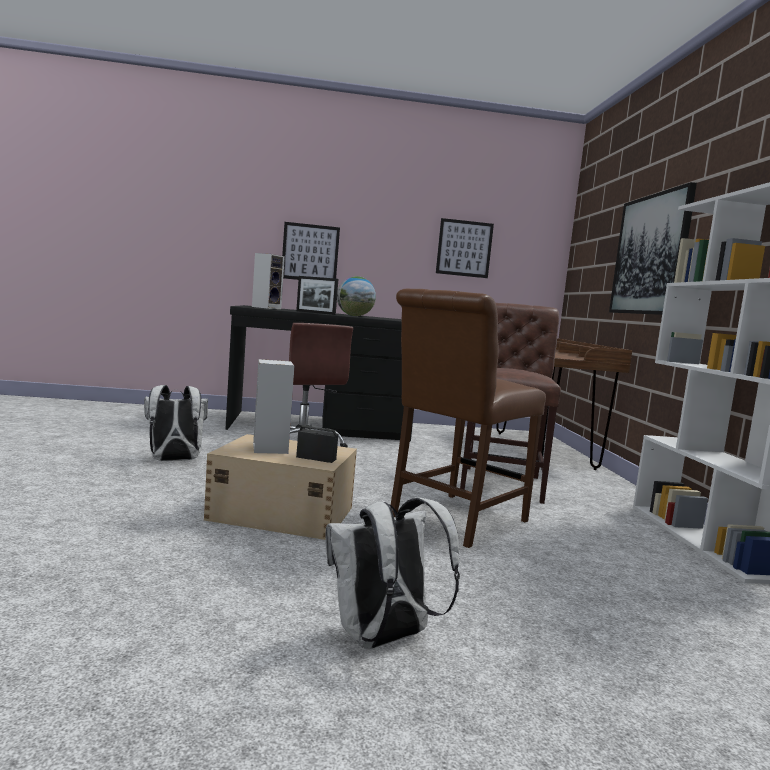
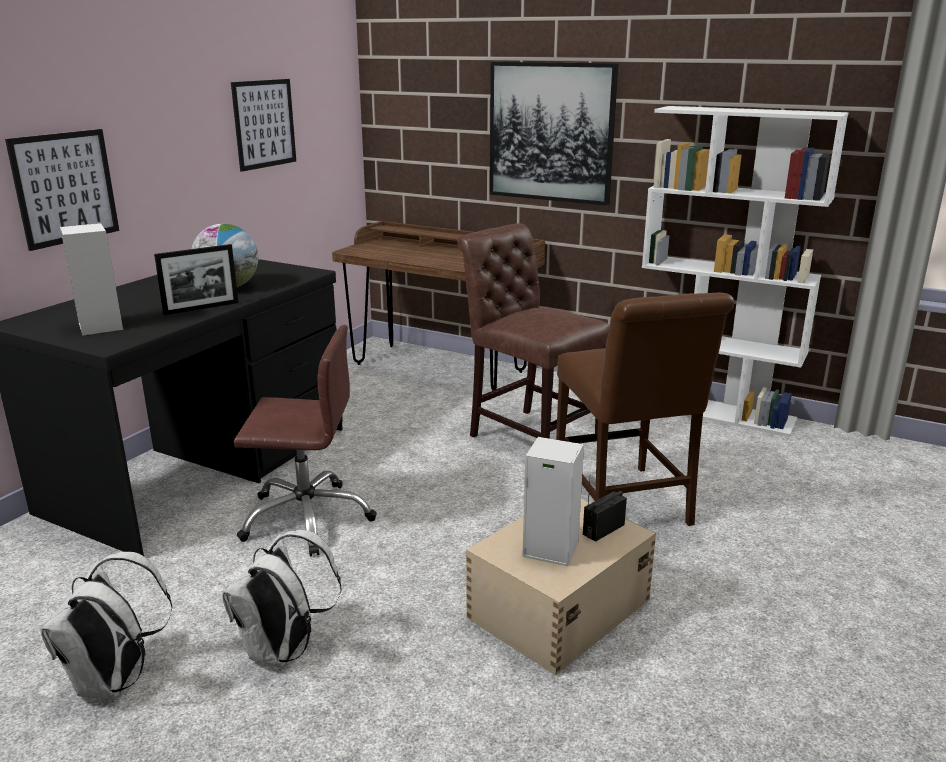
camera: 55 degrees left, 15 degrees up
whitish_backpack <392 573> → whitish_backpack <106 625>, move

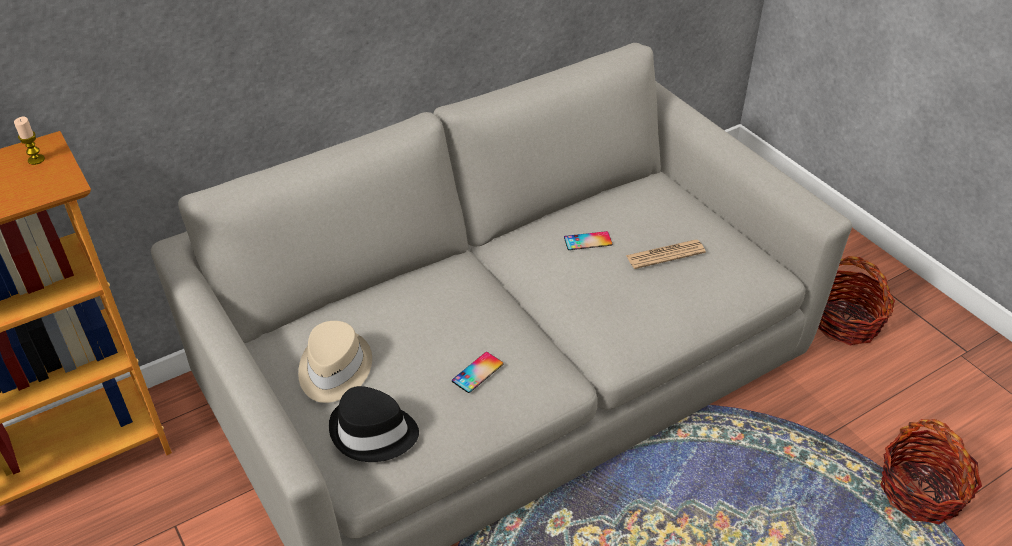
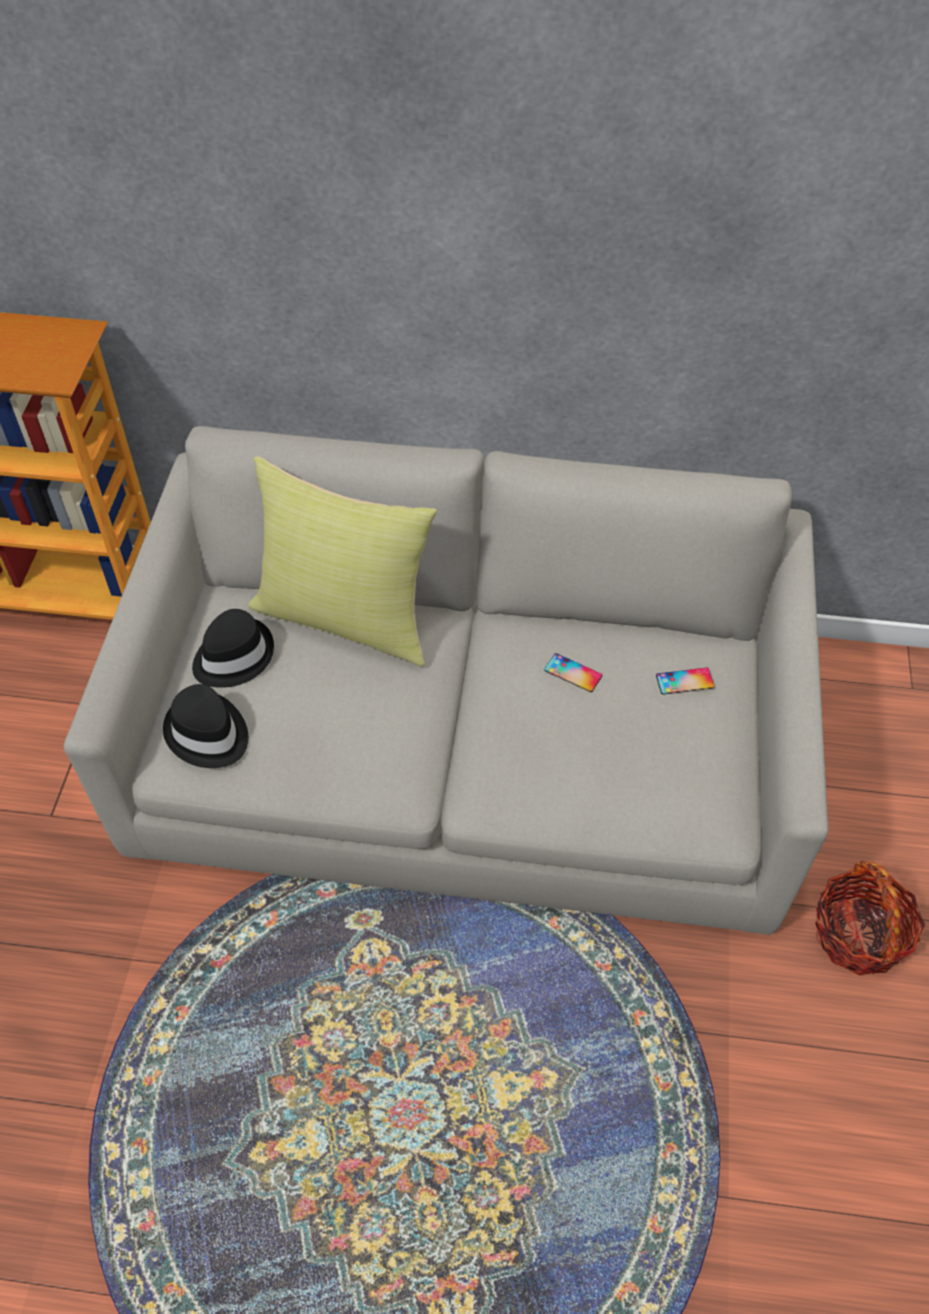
camera: 40 degrees right, 10 degrees up
wax_candle <29 141> → -
beige_hat <335 362> → blackish_hat <233 648>
phone <477 372> → phone <685 681>, move
newspaper <666 254> → -
storage_basket <931 471> → -
- → yellowish_pillow <342 561>

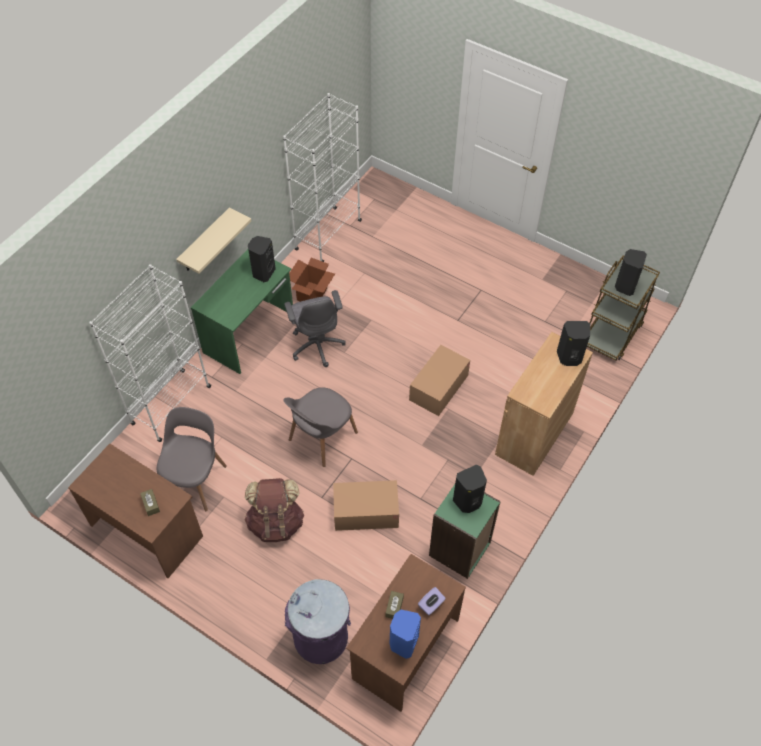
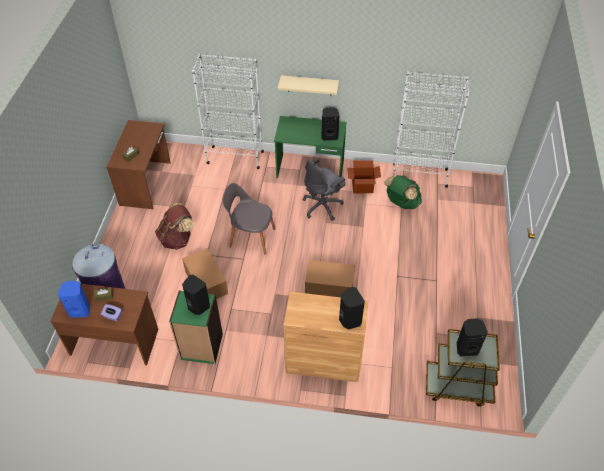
camera: 65 degrees right, 5 degrees down
grey_chair <192 459> → -
- → green-coloured_backpack <403 192>

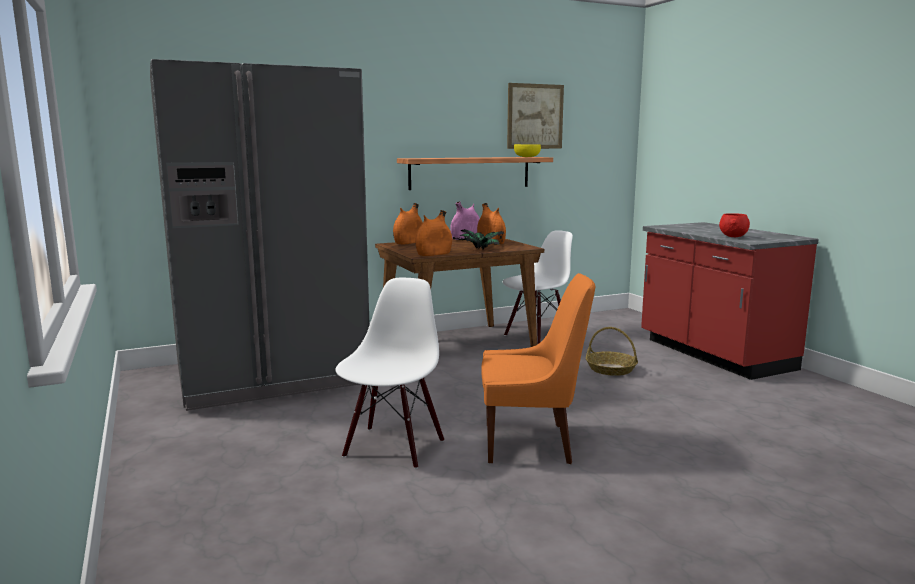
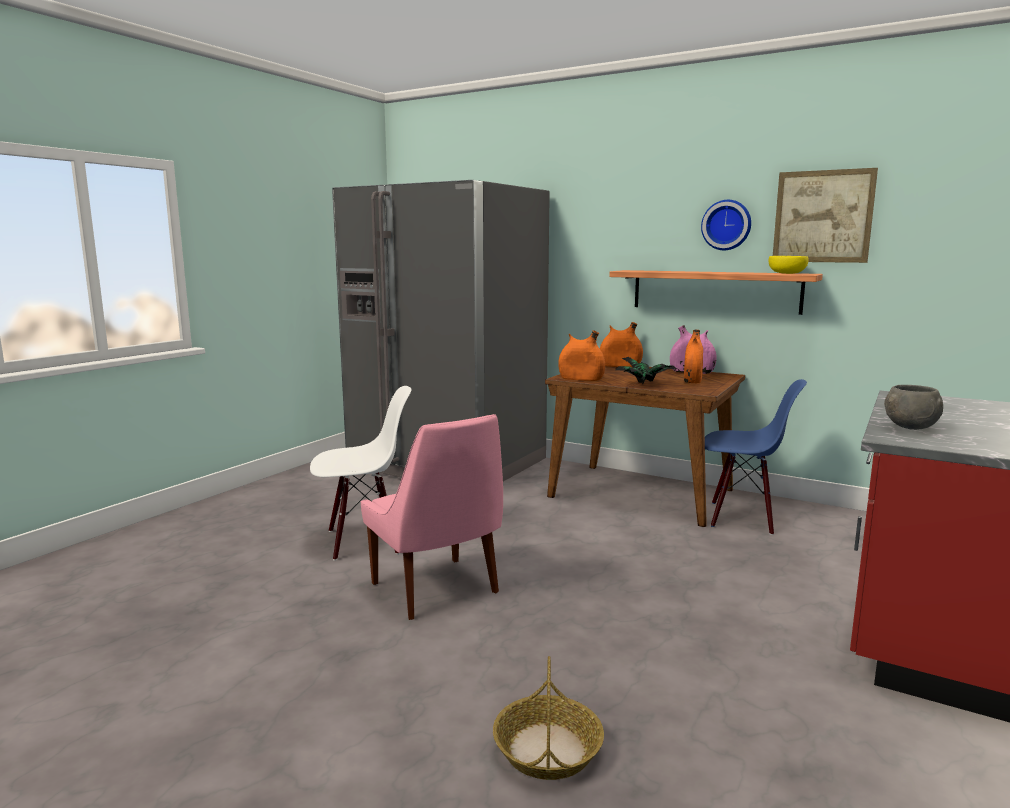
camera: 55 degrees right, 0 degrees up
orange-coloured_chair <538 368> → pink_chair <432 517>
whitish_chair <538 287> → bluish_chair <756 457>
storage_basket <612 351> → storage_basket <548 718>, move
red_bowl <734 225> → grey_bowl <913 407>
- → wall_clock <726 225>

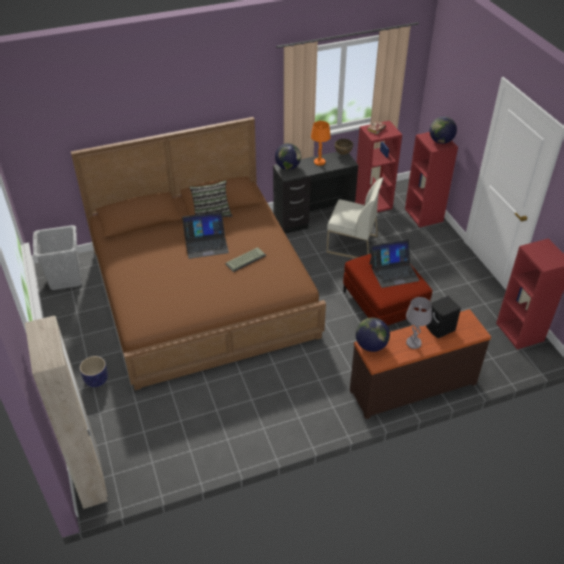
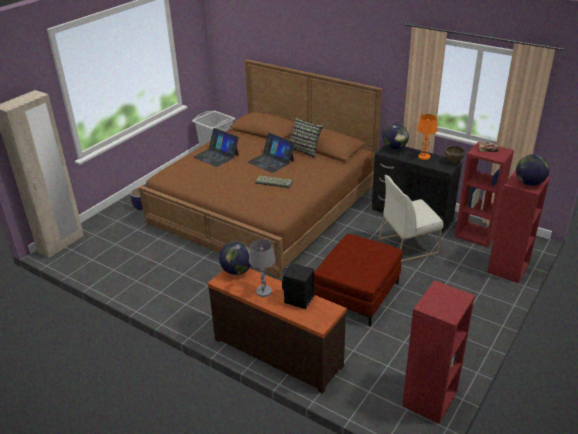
camera: 55 degrees right, 10 degrees down
whitish_chair <354 218> → whitish_chair <411 218>, 90 degrees clockwise
laptop <395 263> → laptop <216 147>, move

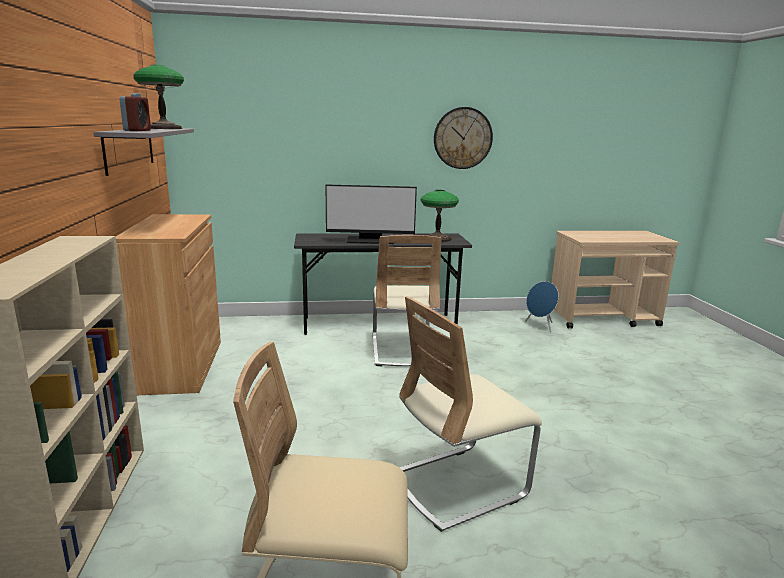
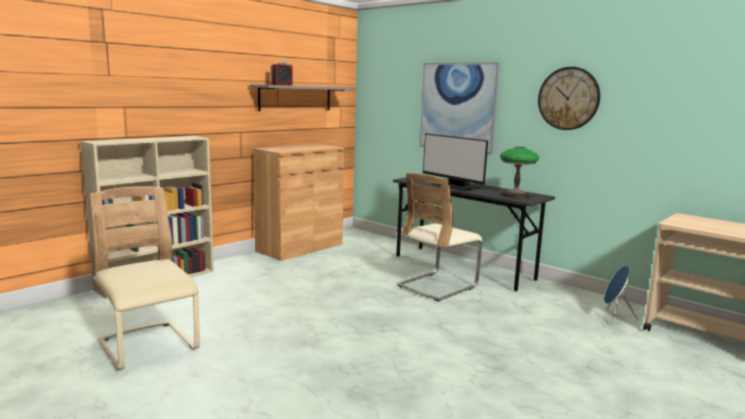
camera: 50 degrees right, 5 degrees down
lamp_for_a_table <158 97> → -
beige_chair <470 414> → -
- → picture <460 108>

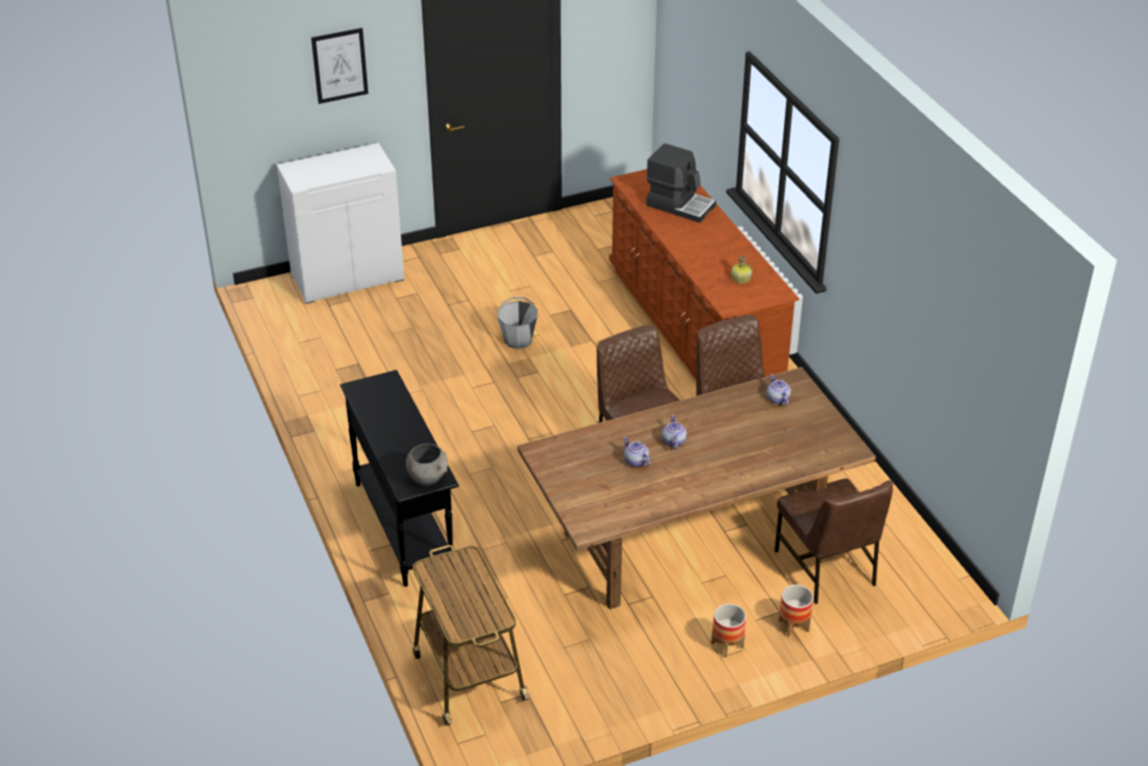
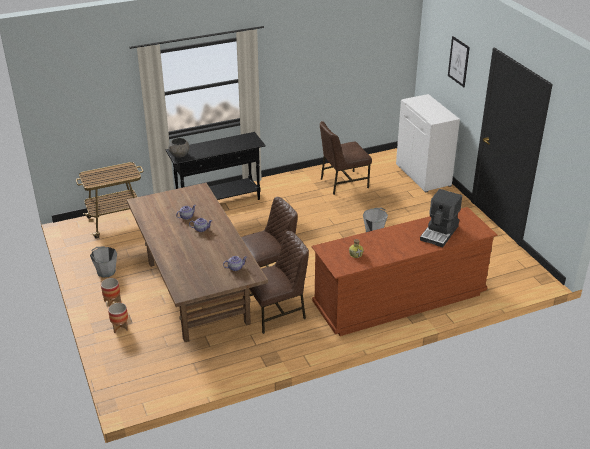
camera: 90 degrees right, 5 degrees down
brown_chair <833 541> → brown_chair <346 158>, move
- → grey_bucket <103 262>

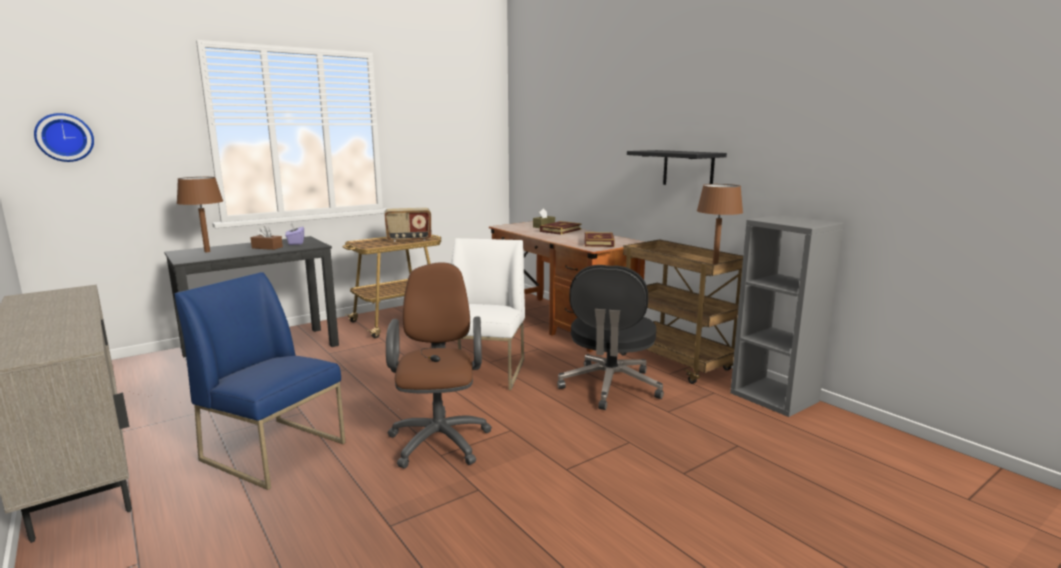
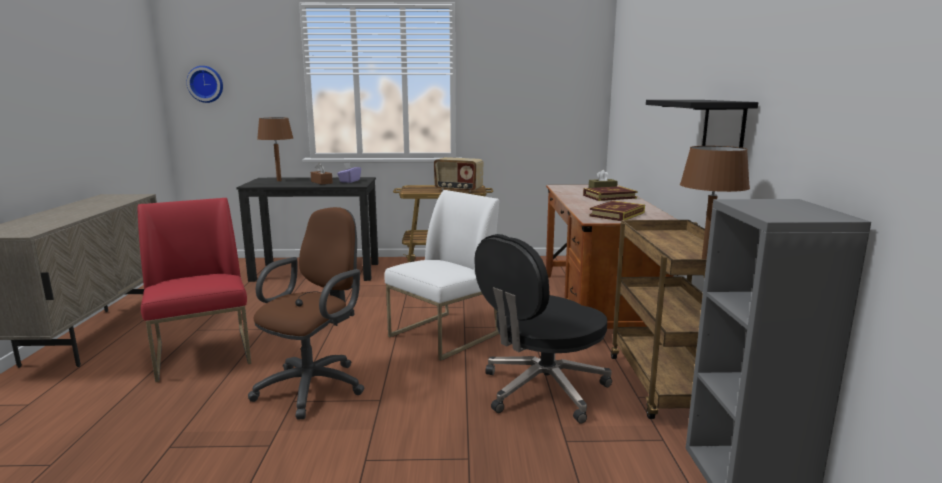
camera: 35 degrees right, 0 degrees up
bluish_chair <259 381> → red_chair <194 290>

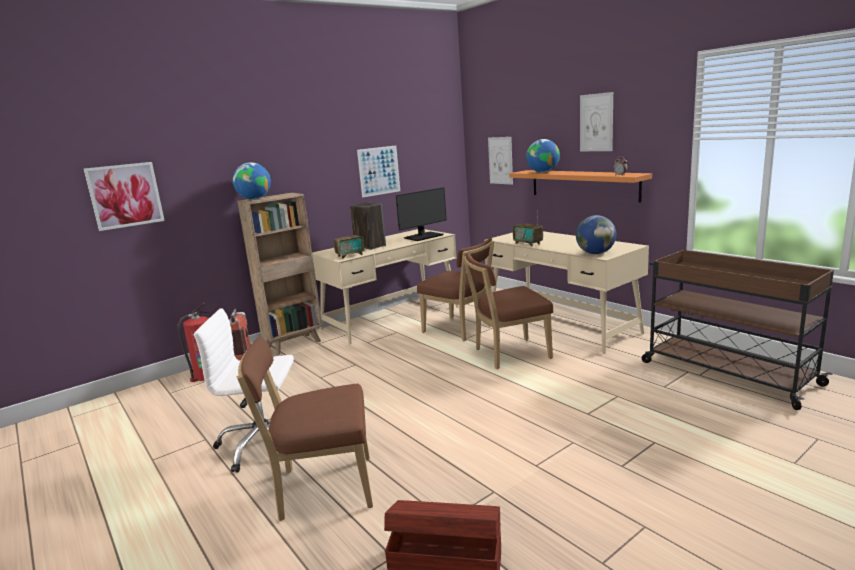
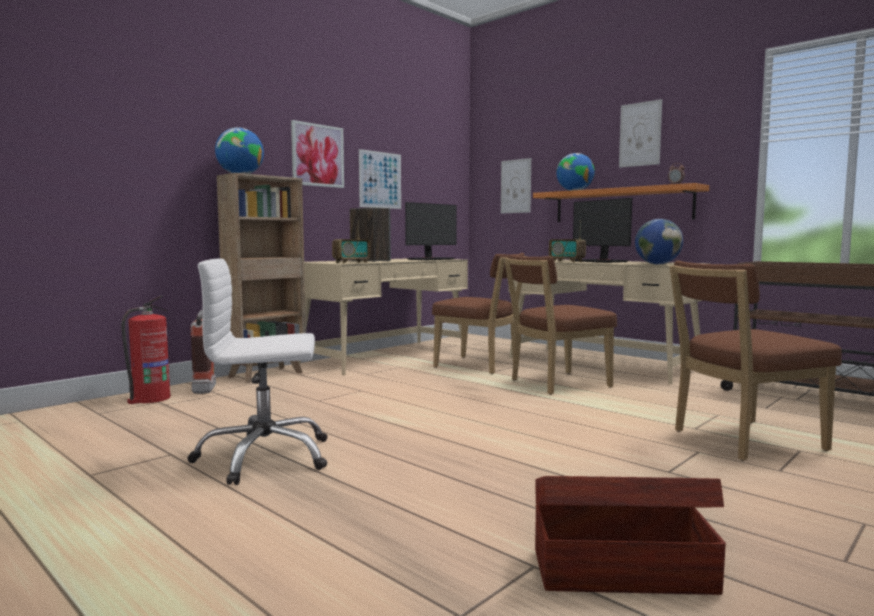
camera: 10 degrees left, 10 degrees down
picture <124 196> → picture <317 154>, move
brown_chair <305 428> → brown_chair <755 360>, move
- → monitor <602 230>

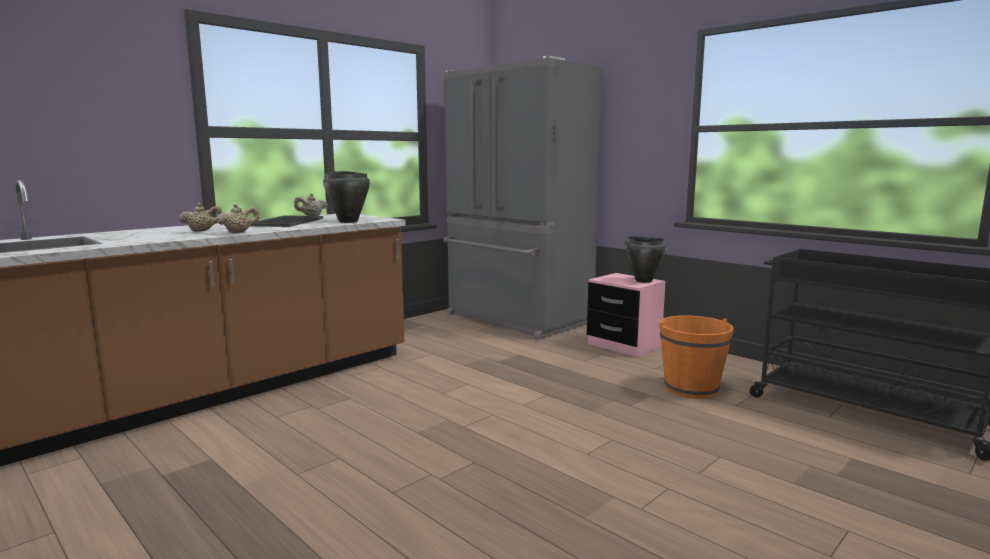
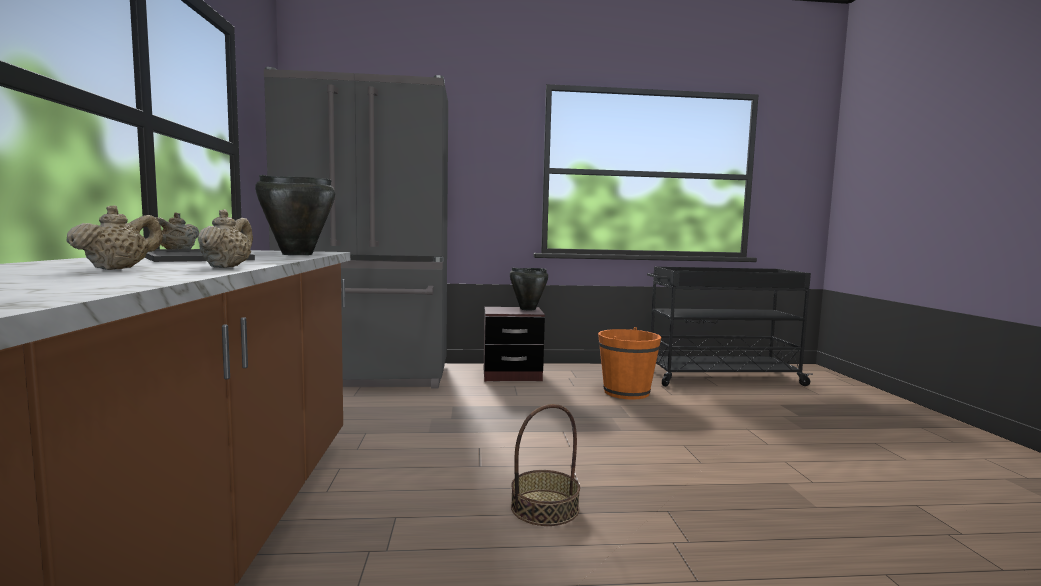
camera: 50 degrees left, 5 degrees down
pink_night_table <626 315> → brown_night_table <514 344>
- → storage_basket <545 465>

